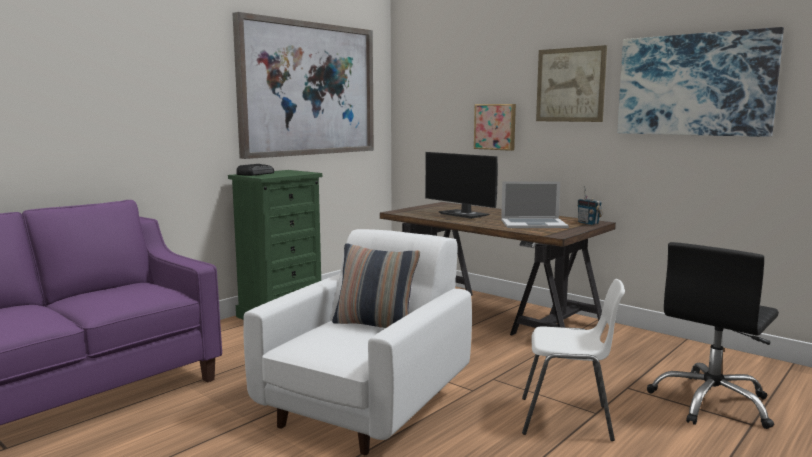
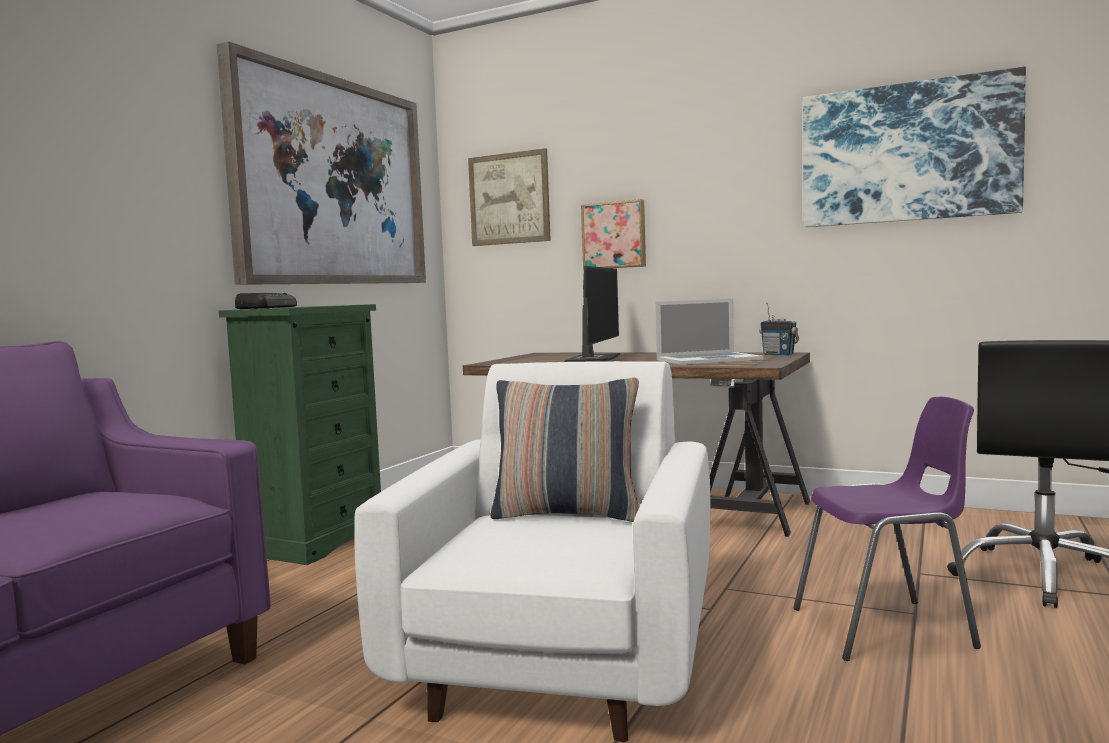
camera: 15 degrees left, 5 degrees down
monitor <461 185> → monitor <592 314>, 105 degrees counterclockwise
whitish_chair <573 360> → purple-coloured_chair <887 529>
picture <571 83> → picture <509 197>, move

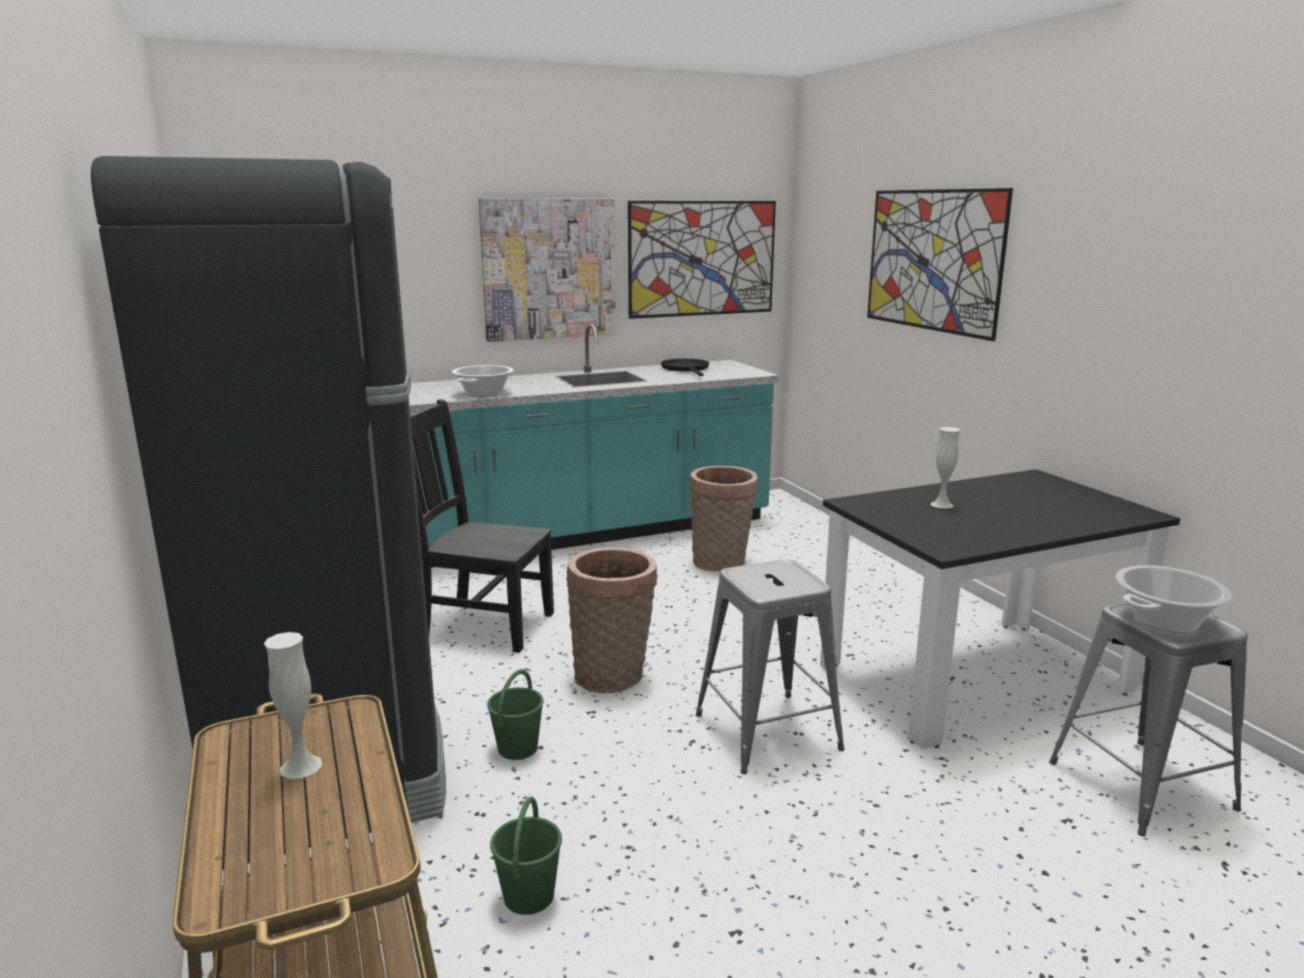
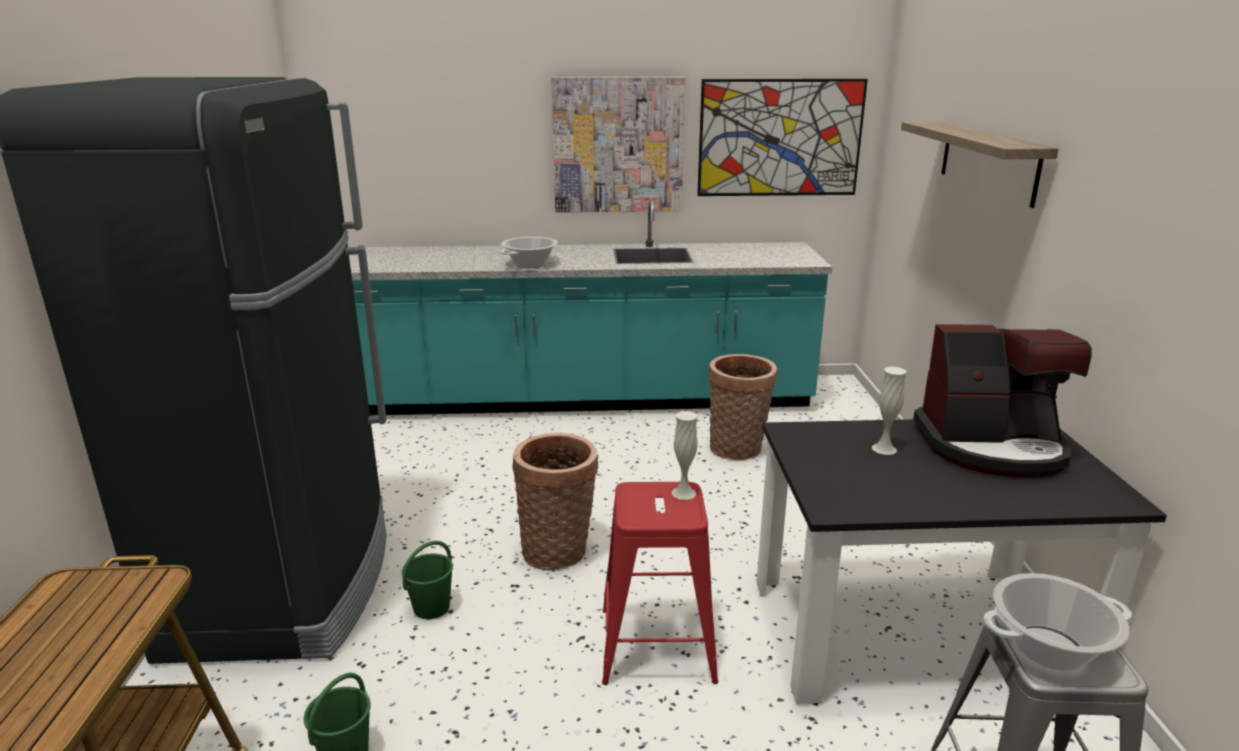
camera: 20 degrees right, 5 degrees up
whitish_vase <293 705> → whitish_vase <685 455>, move
blackish_chair <482 526> → -
blackish_pan <685 367> → -
grey_sitting_stool <770 666> → red_sitting_stool <660 583>
picture <940 264> → shelf <980 165>
- → coffee_brewer <1002 400>

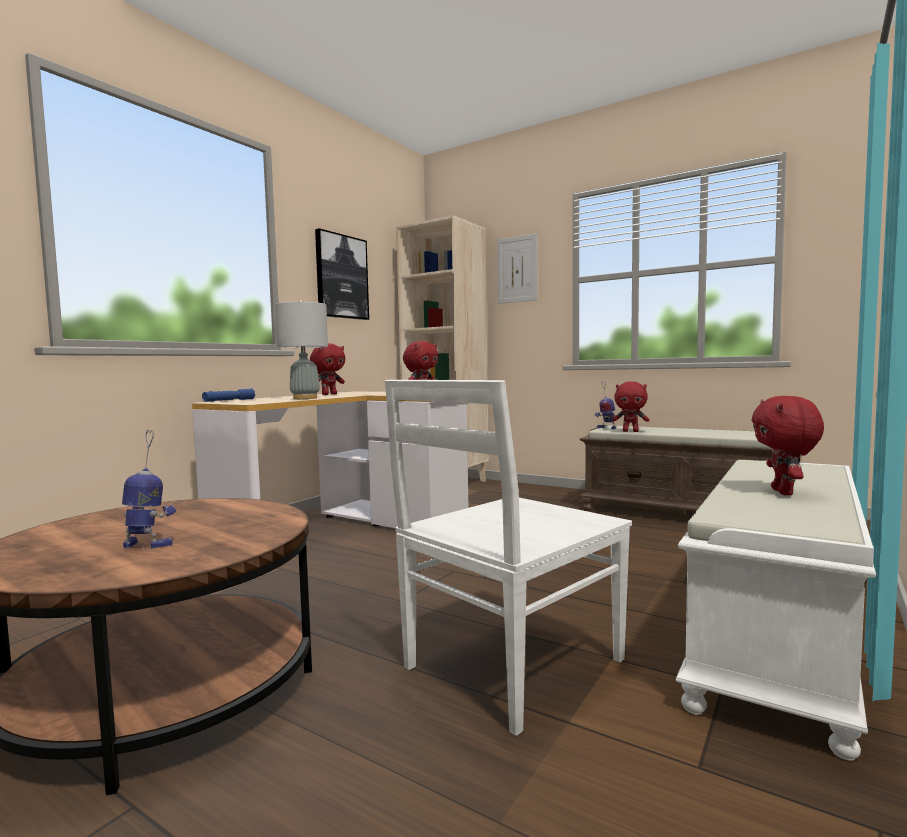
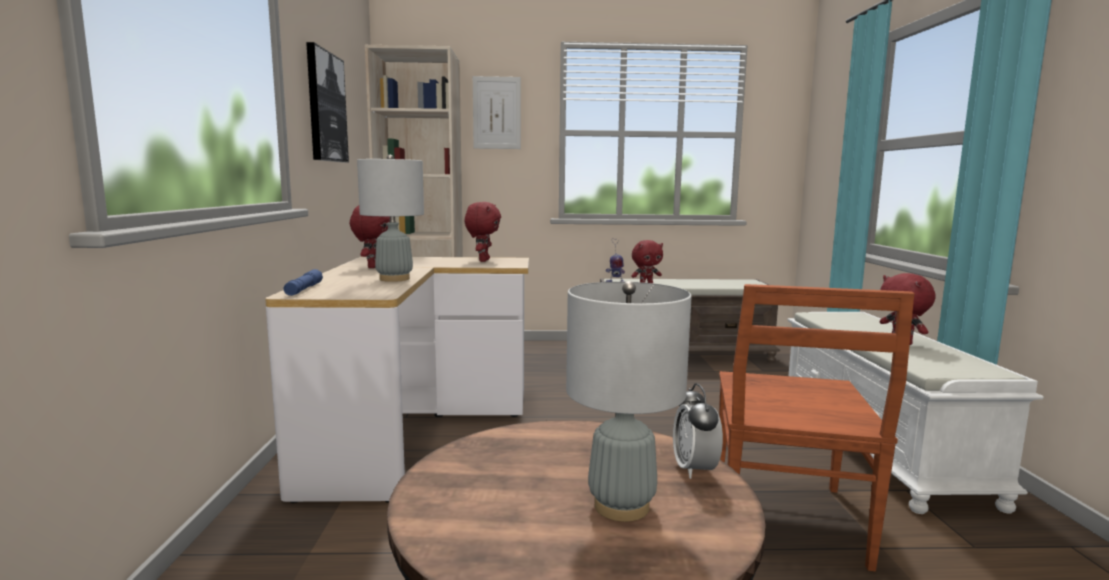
camera: 35 degrees left, 5 degrees up
model_robot <149 489> → grey_lamp_for_a_table <629 401>
whitish_chair <508 558> → brown_chair <817 428>
- → alarm_clock <698 431>

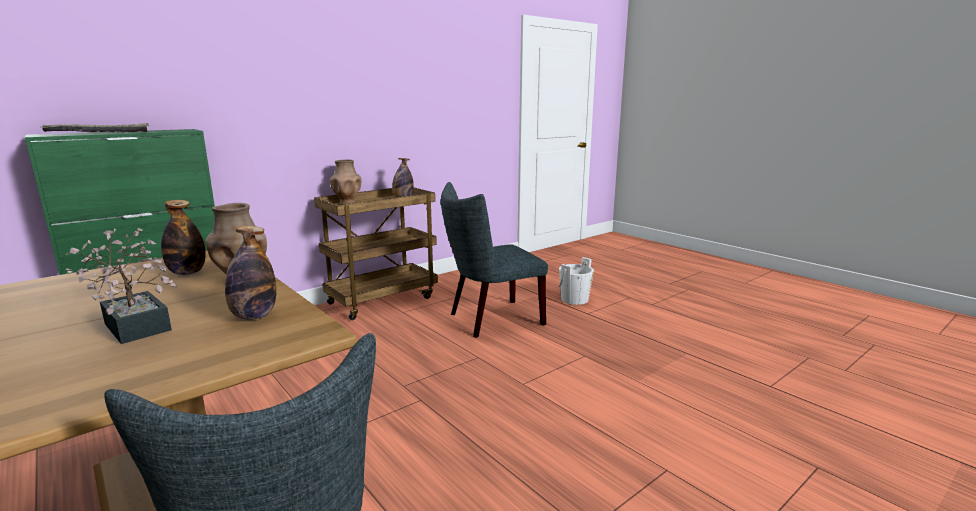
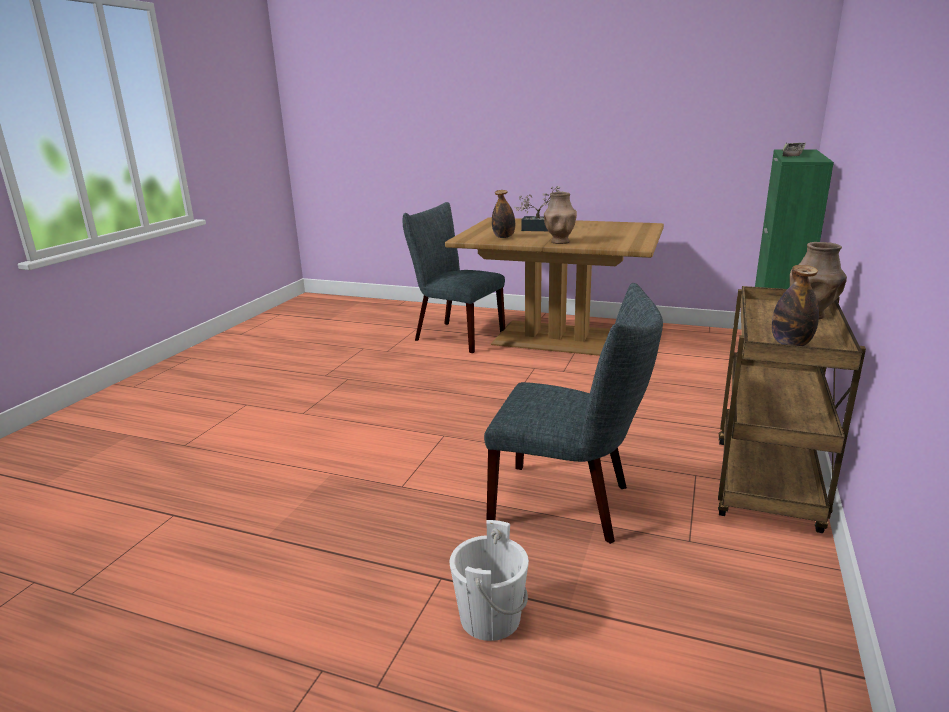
camera: 150 degrees right, 5 degrees up
beverage_bottle <183 237> → -
grey_chair <494 260> → grey_chair <573 413>, 75 degrees clockwise

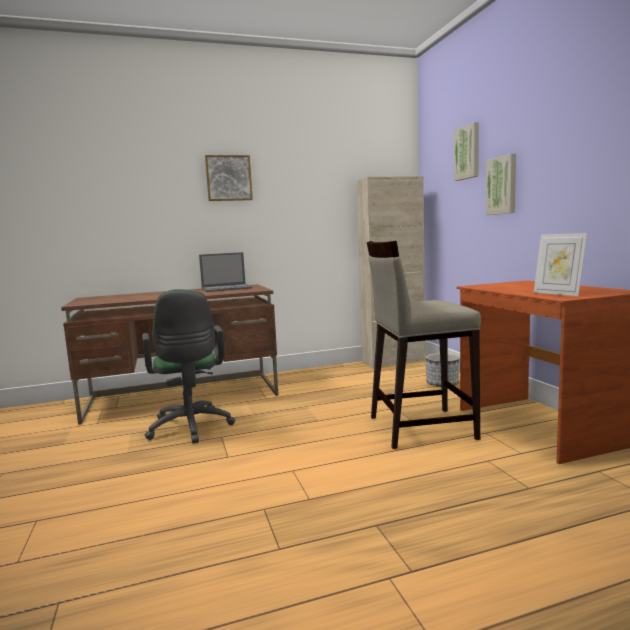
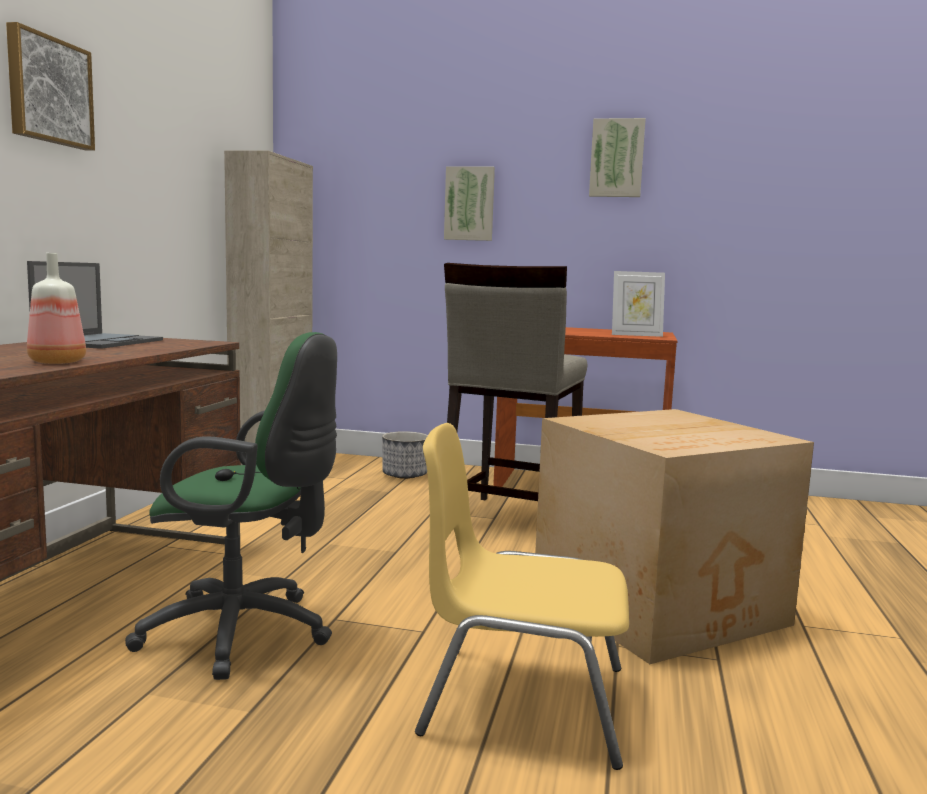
camera: 60 degrees left, 0 degrees up
picture <466 151> → picture <617 157>, move
- → beverage_bottle <56 308>
- → yellowish_chair <522 596>
- → packing_box <674 536>

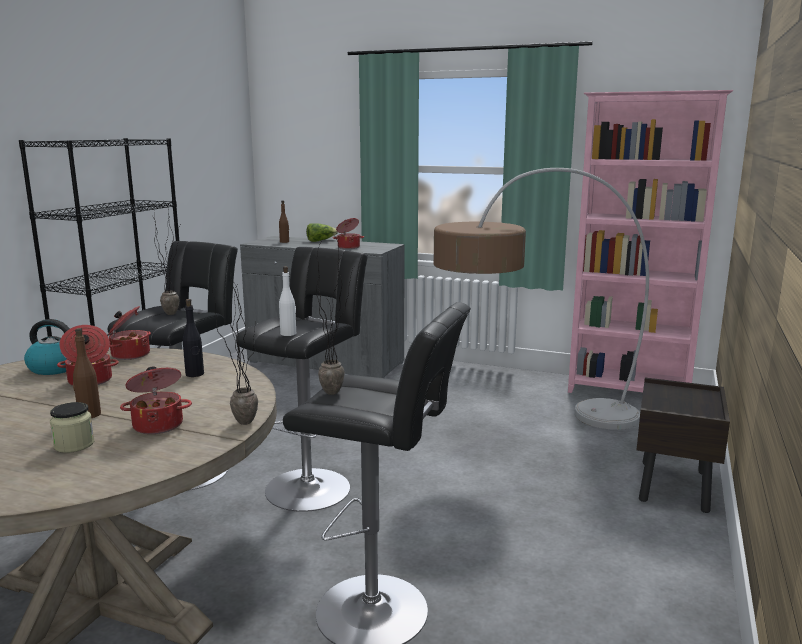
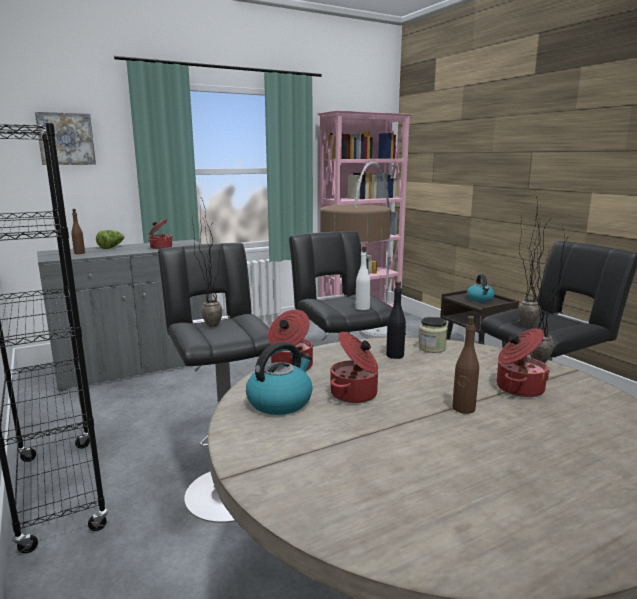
camera: 50 degrees left, 0 degrees up
storage_jar <72 427> → storage_jar <433 335>, move
- → picture <65 138>
- → water_kettle <481 288>

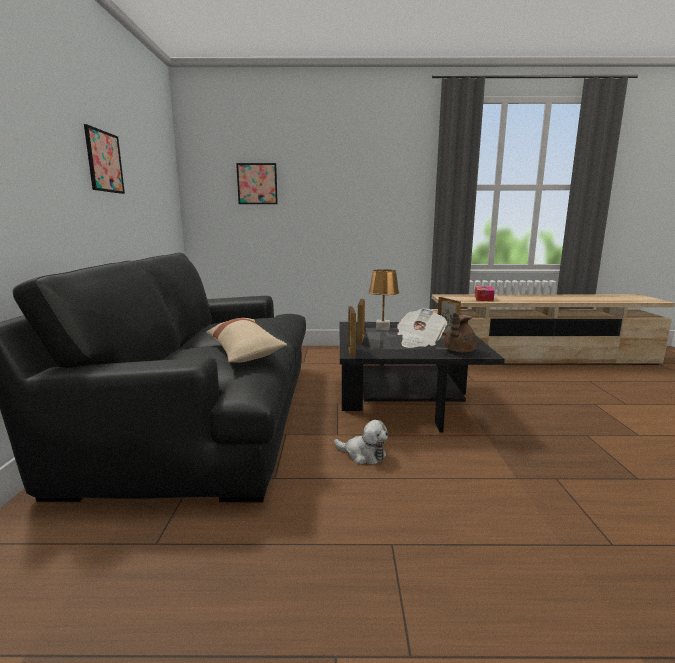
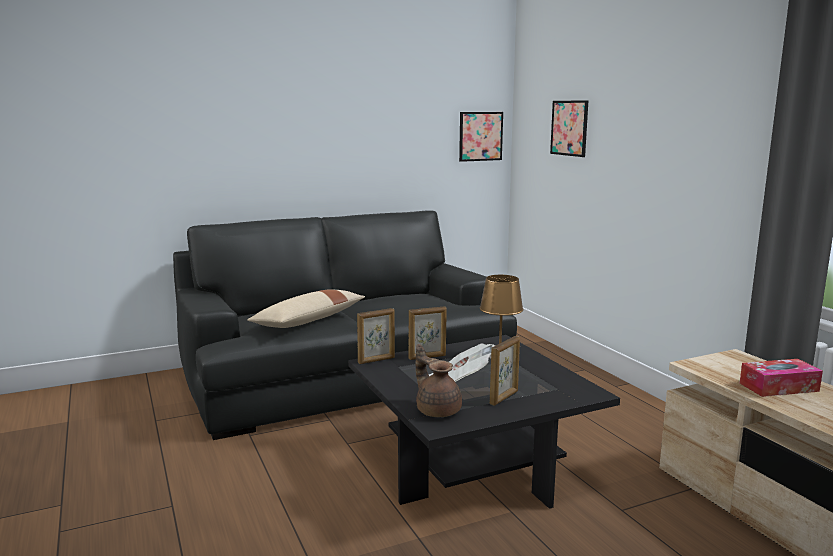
camera: 65 degrees right, 0 degrees up
picture <104 159> → picture <481 137>, move
soft_toy <361 442> → -
brown_teapot <460 332> → brown_teapot <439 380>, 45 degrees clockwise

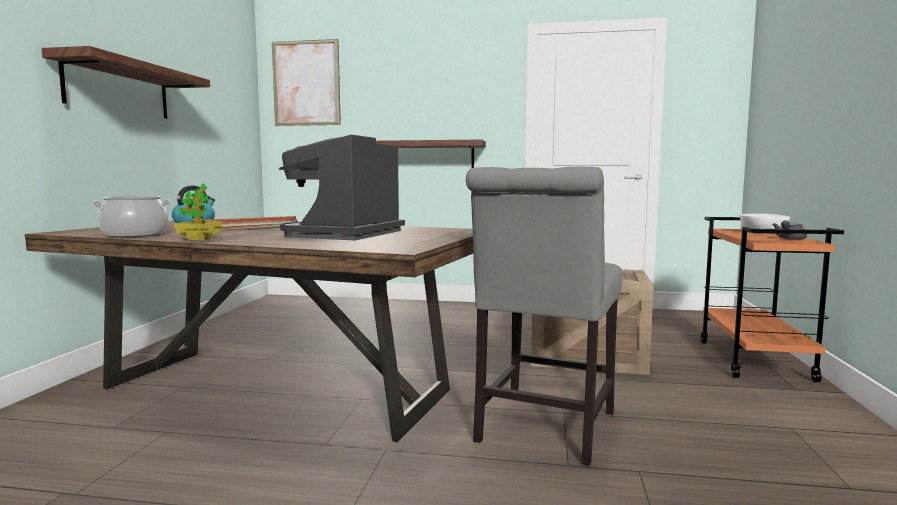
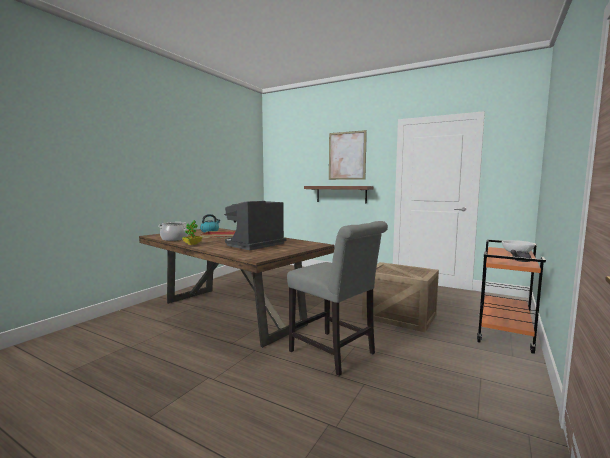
camera: 20 degrees right, 0 degrees up
shelf <126 82> → -
picture <306 82> → picture <348 155>, move
grey_chair <544 316> → grey_chair <337 298>, 90 degrees counterclockwise

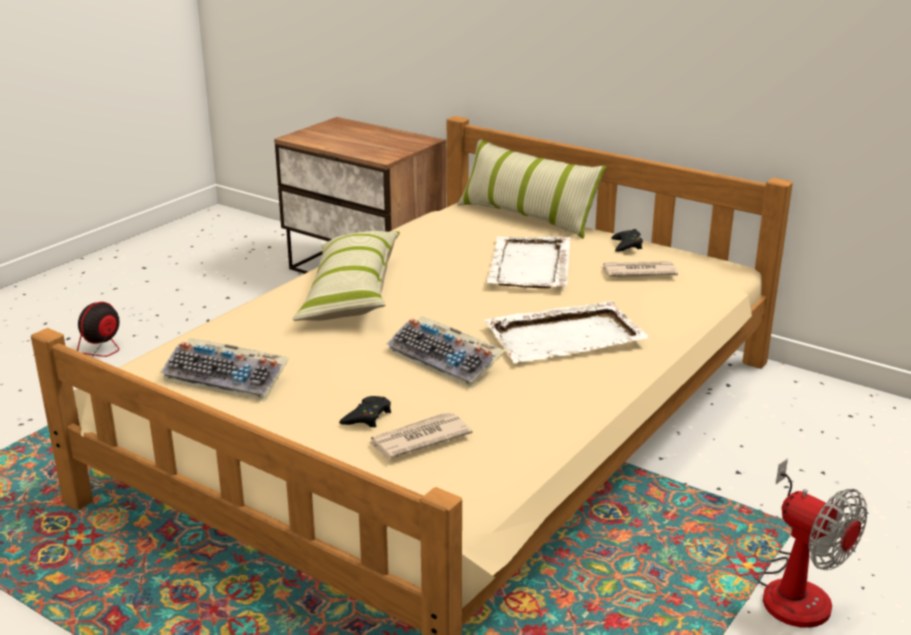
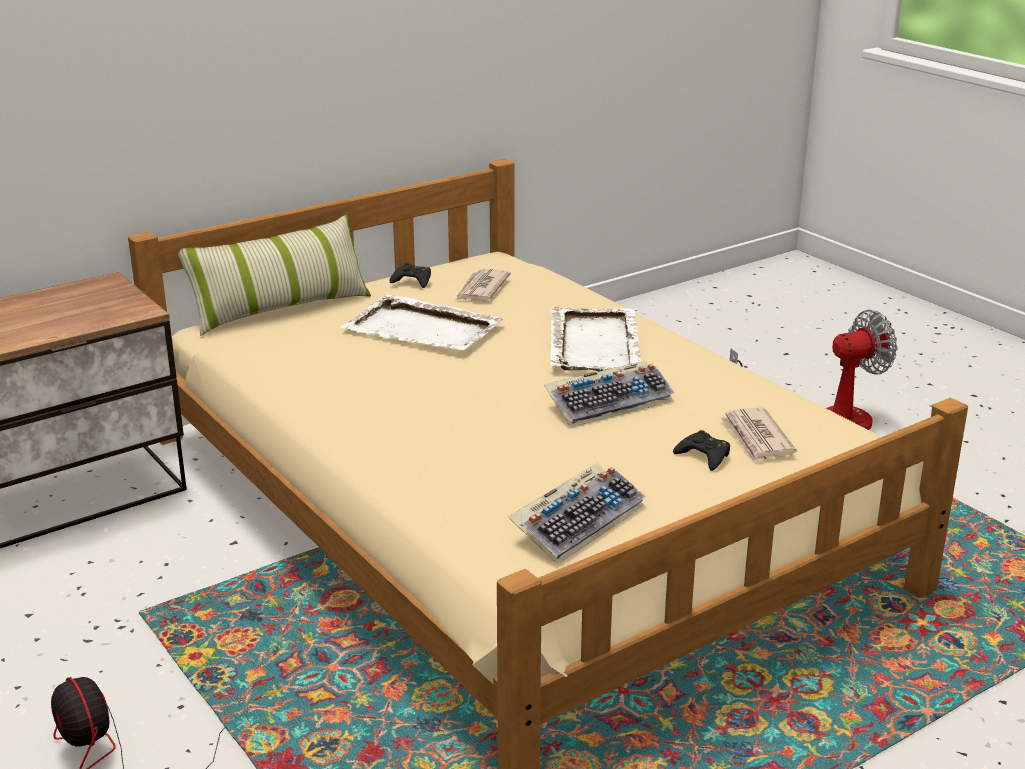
camera: 70 degrees left, 0 degrees up
pillow <346 276> → -

